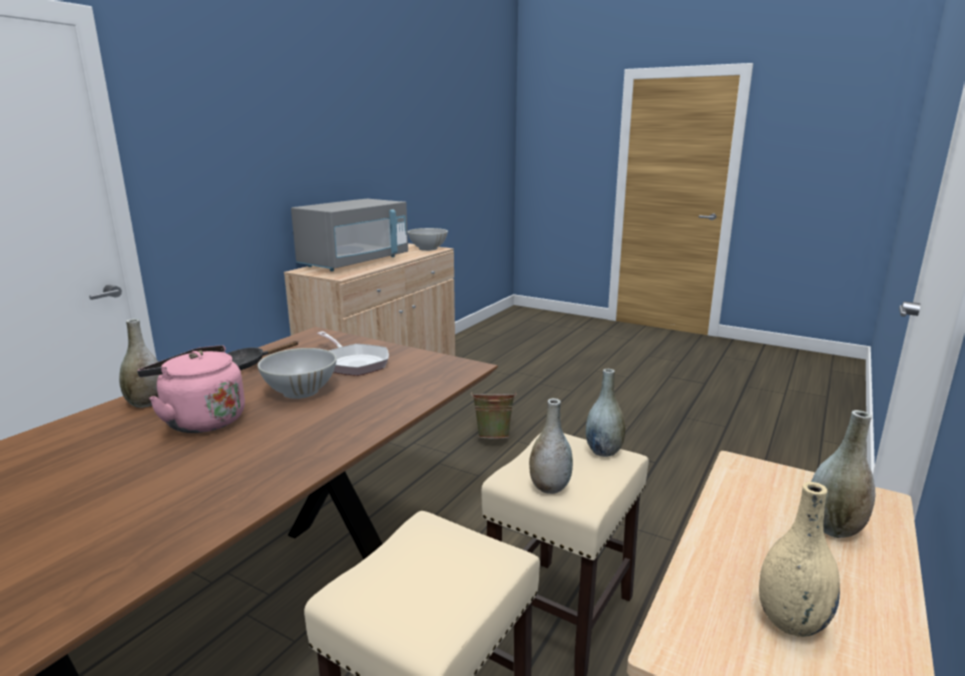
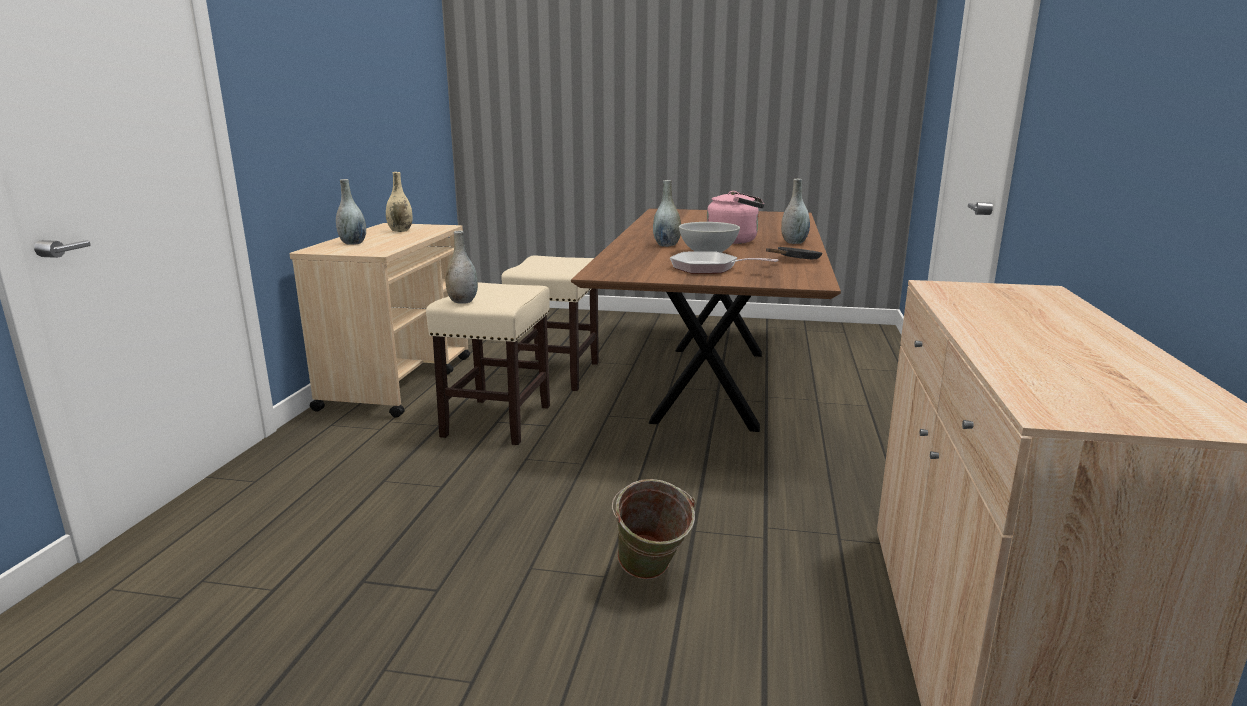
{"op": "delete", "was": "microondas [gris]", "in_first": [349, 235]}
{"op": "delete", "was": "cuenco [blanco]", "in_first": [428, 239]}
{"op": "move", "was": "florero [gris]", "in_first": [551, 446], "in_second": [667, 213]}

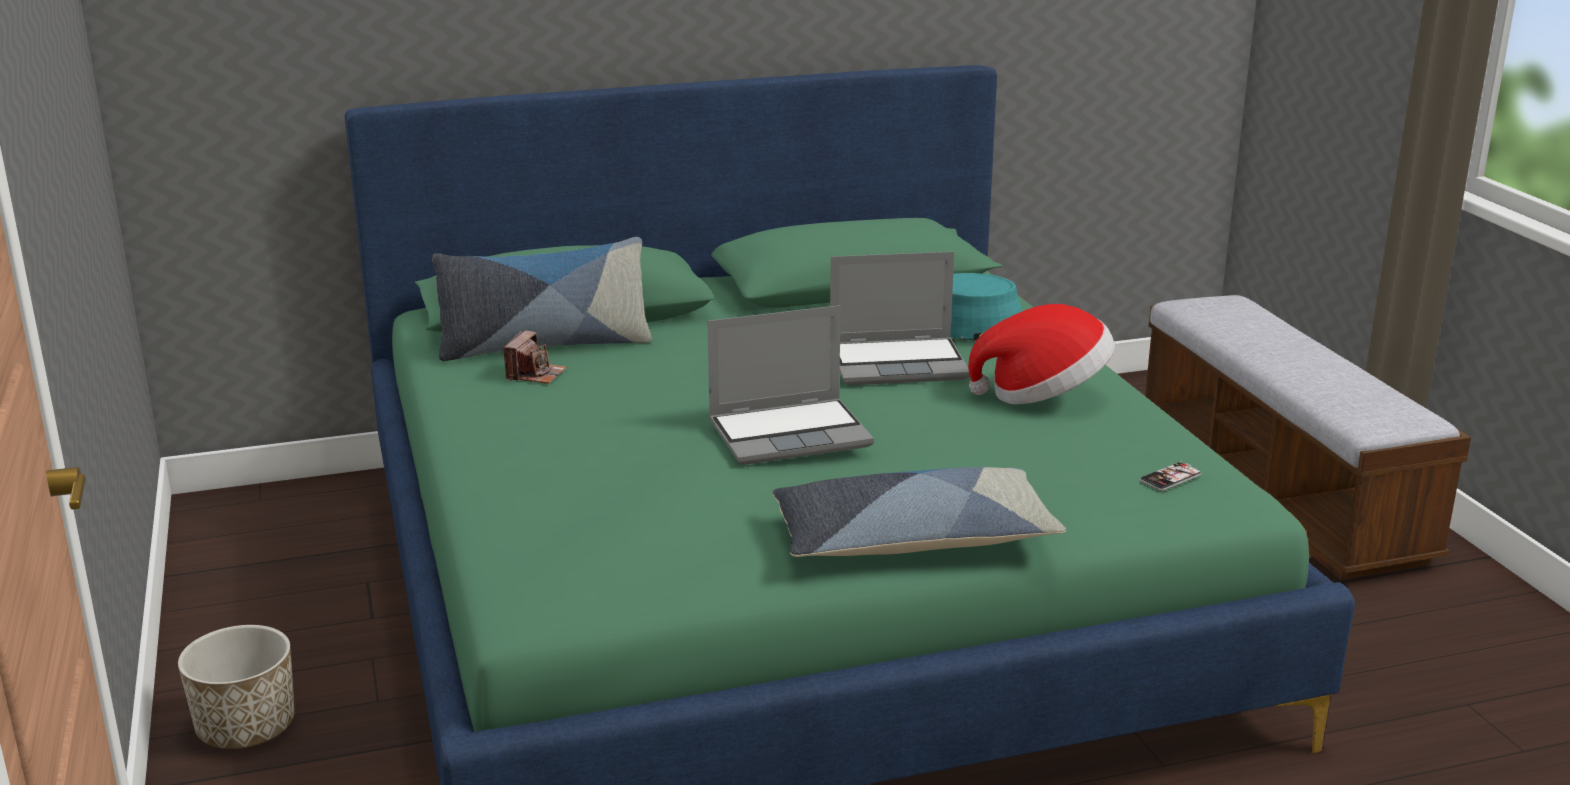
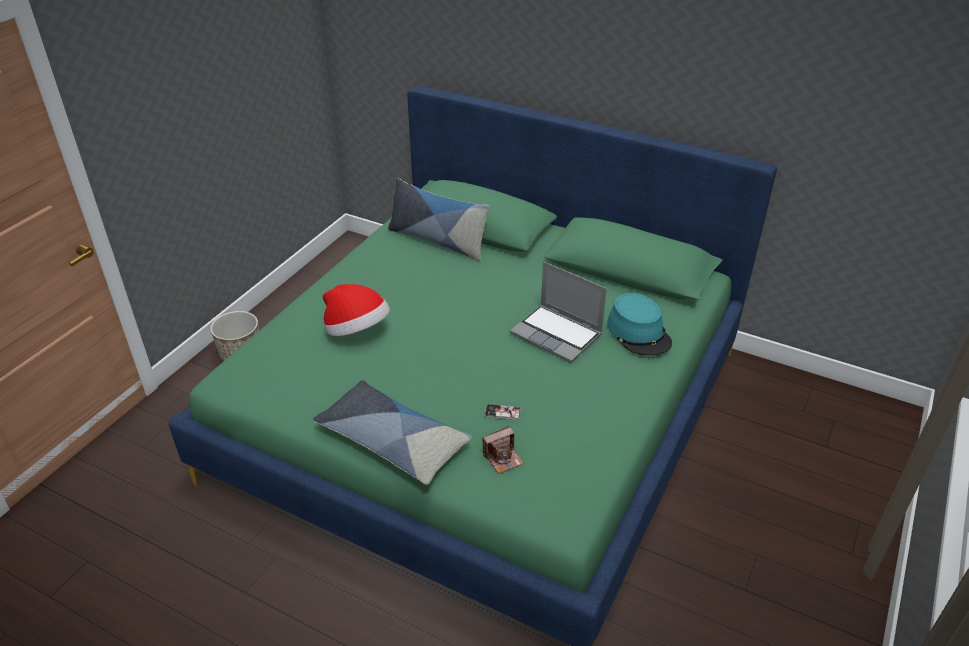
{"op": "delete", "was": "portátil", "in_first": [791, 385]}
{"op": "delete", "was": "banco", "in_first": [1308, 437]}
{"op": "move", "was": "cámara", "in_first": [535, 357], "in_second": [503, 450]}
{"op": "move", "was": "sombrero", "in_first": [1041, 354], "in_second": [356, 310]}
{"op": "move", "was": "móvil", "in_first": [1171, 475], "in_second": [503, 412]}

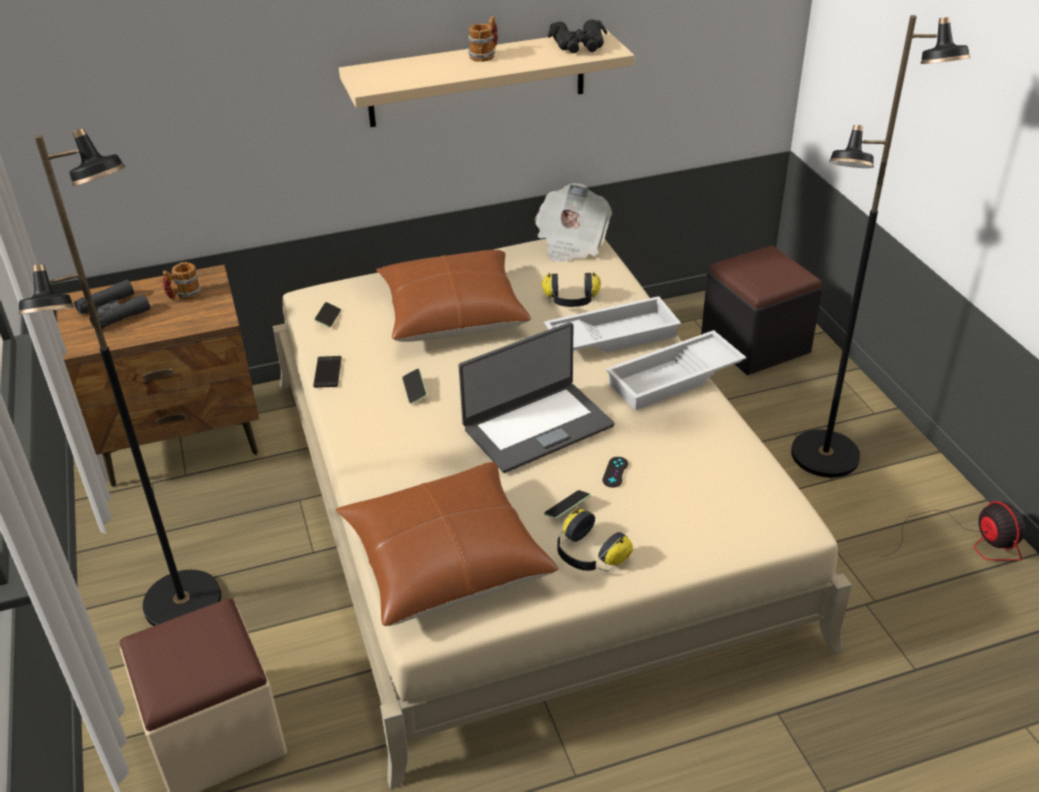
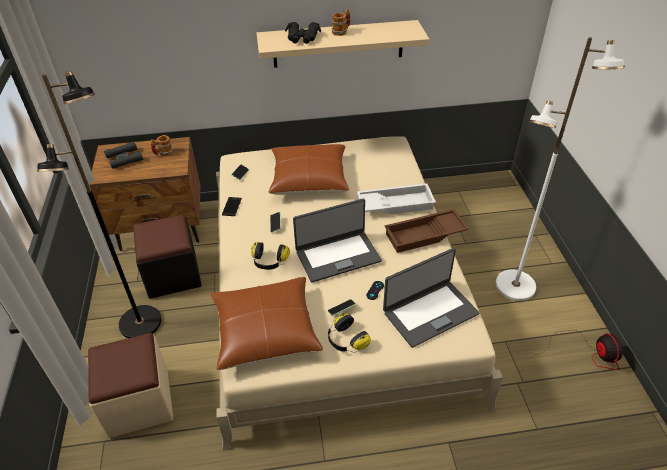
{"op": "delete", "was": "periódico", "in_first": [573, 222]}
{"op": "insert", "now": "portátil", "in_second": [431, 298]}
{"op": "move", "was": "auriculares", "in_first": [571, 289], "in_second": [270, 256]}
{"op": "move", "was": "prismáticos [negro]", "in_first": [577, 36], "in_second": [303, 33]}
{"op": "move", "was": "puf [negro]", "in_first": [761, 310], "in_second": [167, 257]}
{"op": "recolor", "was": "bandeja [blanco]", "now": "bandeja [marrón]", "in_first": [675, 370], "in_second": [426, 231]}
{"op": "recolor", "was": "lámpara de pie [negro]", "now": "lámpara de pie [blanco]", "in_first": [881, 246], "in_second": [560, 169]}

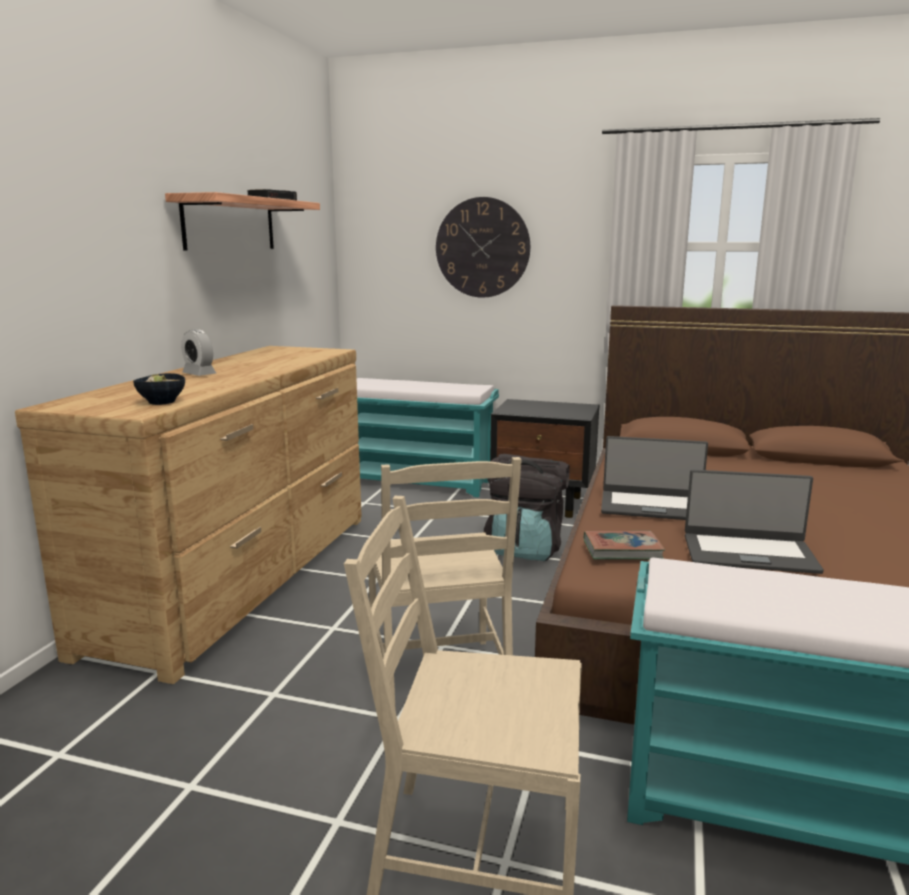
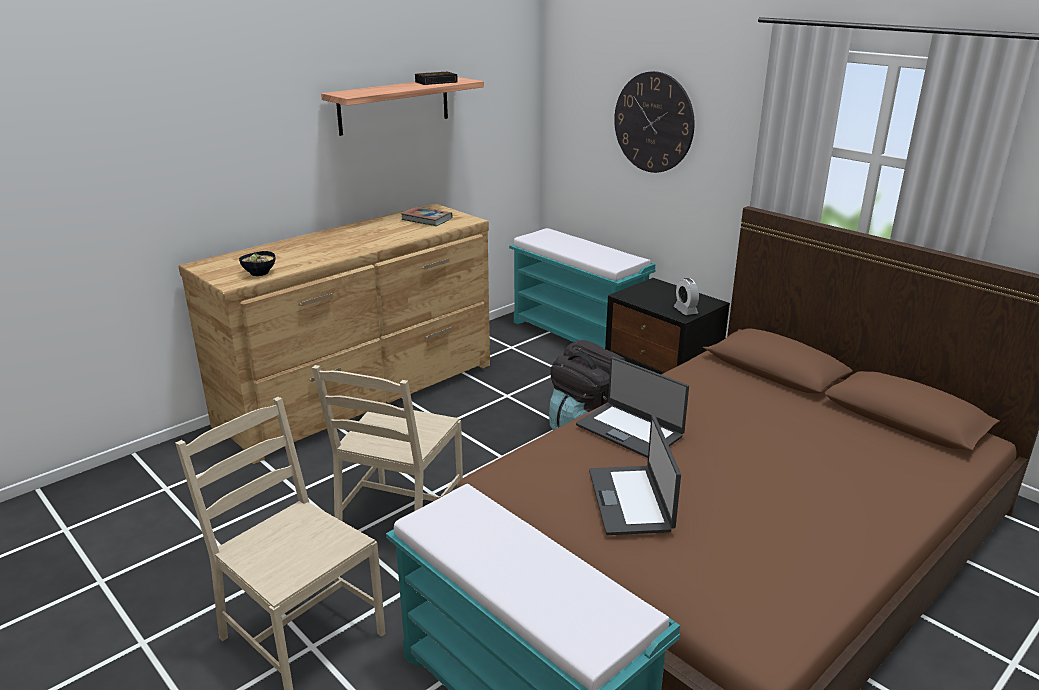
{"op": "move", "was": "despertador", "in_first": [198, 352], "in_second": [686, 296]}
{"op": "move", "was": "libro", "in_first": [624, 545], "in_second": [426, 216]}
{"op": "rotate", "was": "portátil", "in_first": [754, 522], "in_second": [635, 475], "clockwise": 45}

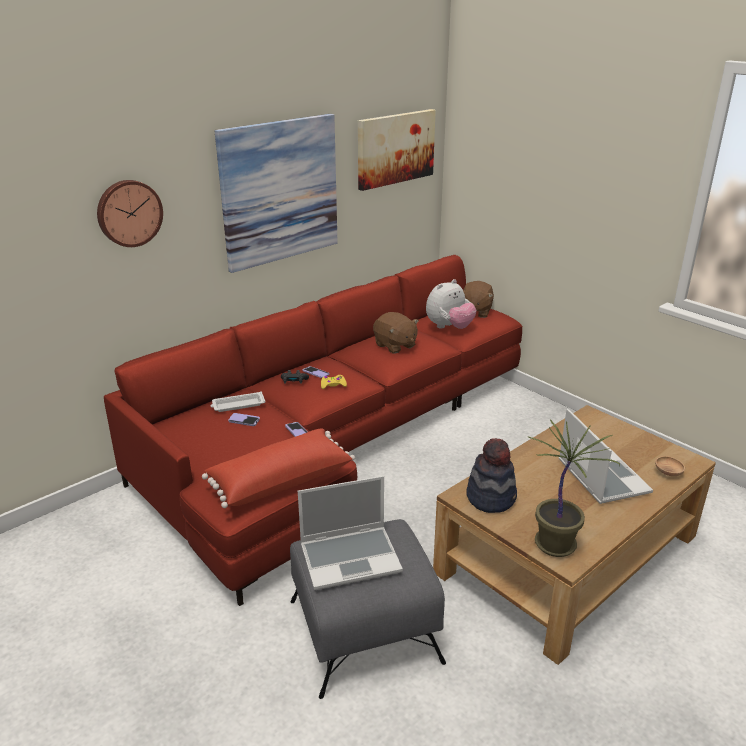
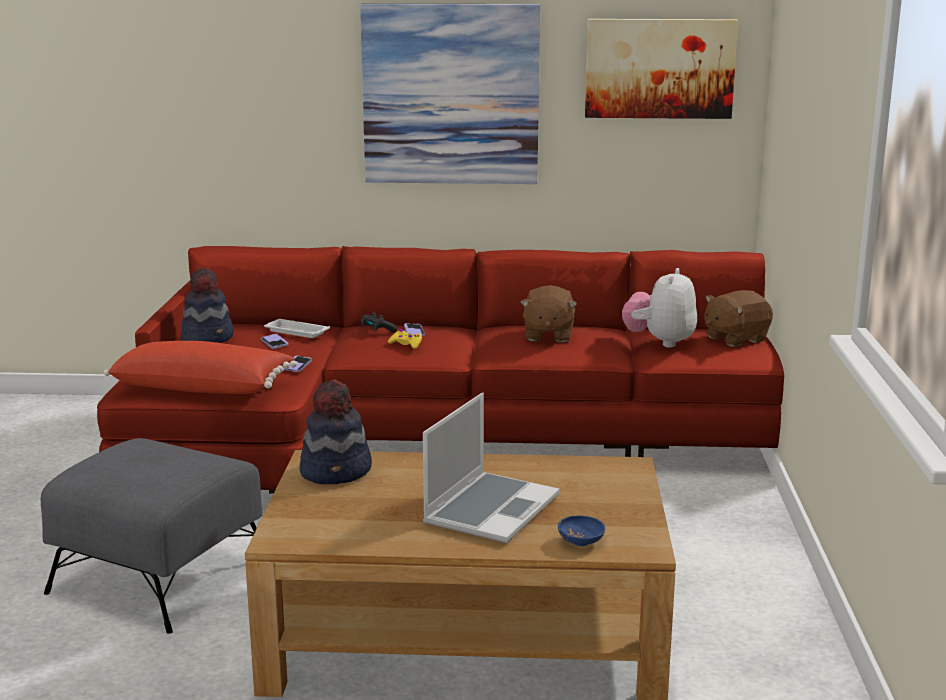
{"op": "delete", "was": "reloj de pared", "in_first": [130, 213]}
{"op": "delete", "was": "portátil", "in_first": [350, 533]}
{"op": "delete", "was": "planta en maceta", "in_first": [573, 488]}
{"op": "insert", "now": "sombrero", "in_second": [207, 305]}
{"op": "recolor", "was": "cuenco [marrón]", "now": "cuenco [azul]", "in_first": [670, 466], "in_second": [581, 530]}
{"op": "rotate", "was": "peluche", "in_first": [451, 304], "in_second": [659, 308], "clockwise": 105}

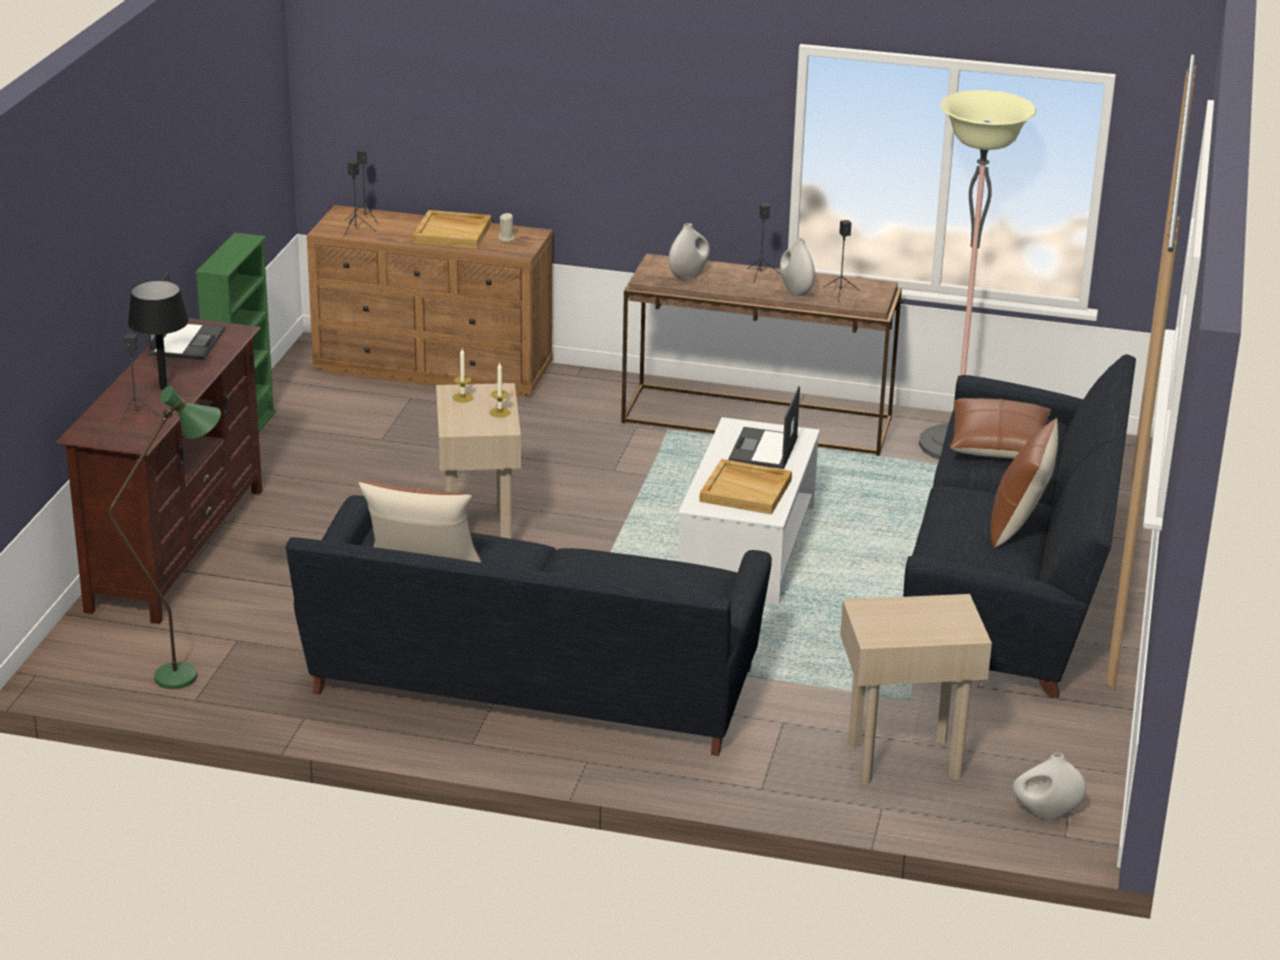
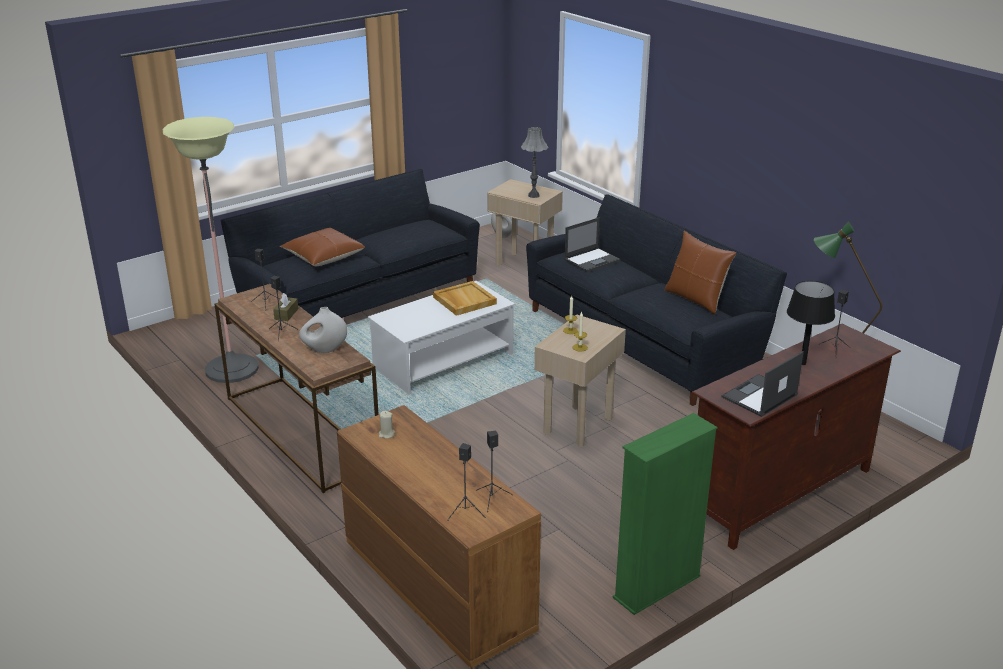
{"op": "delete", "was": "bandeja [beis]", "in_first": [452, 229]}
{"op": "delete", "was": "cojín [marrón]", "in_first": [1024, 483]}
{"op": "insert", "now": "lámpara de mesa [gris]", "in_second": [534, 162]}
{"op": "move", "was": "portátil", "in_first": [764, 427], "in_second": [592, 244]}
{"op": "replace", "was": "florero [blanco]", "now": "caja de pañuelos [marrón]", "in_first": [797, 267], "in_second": [285, 307]}

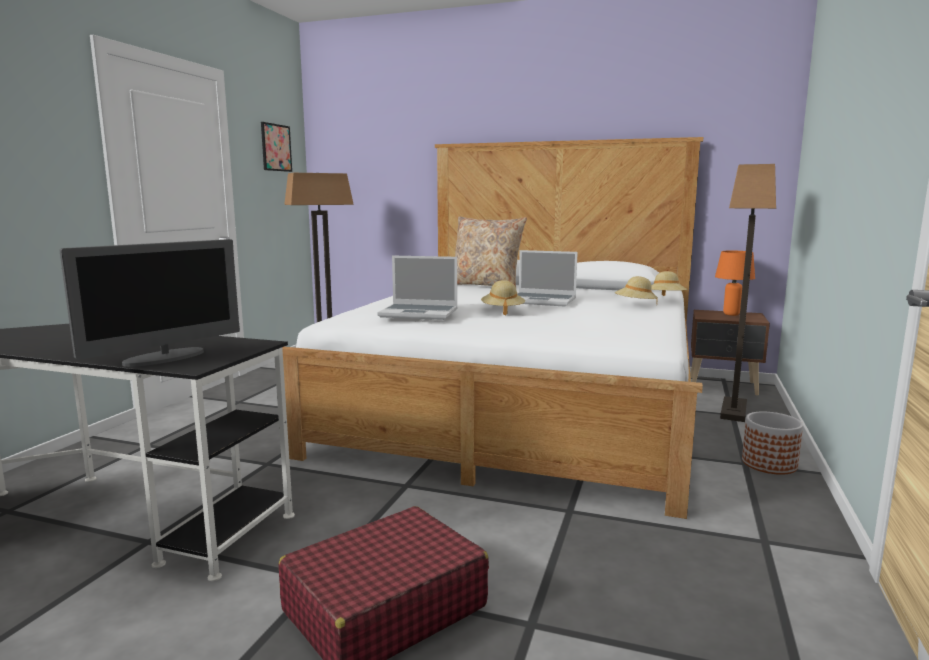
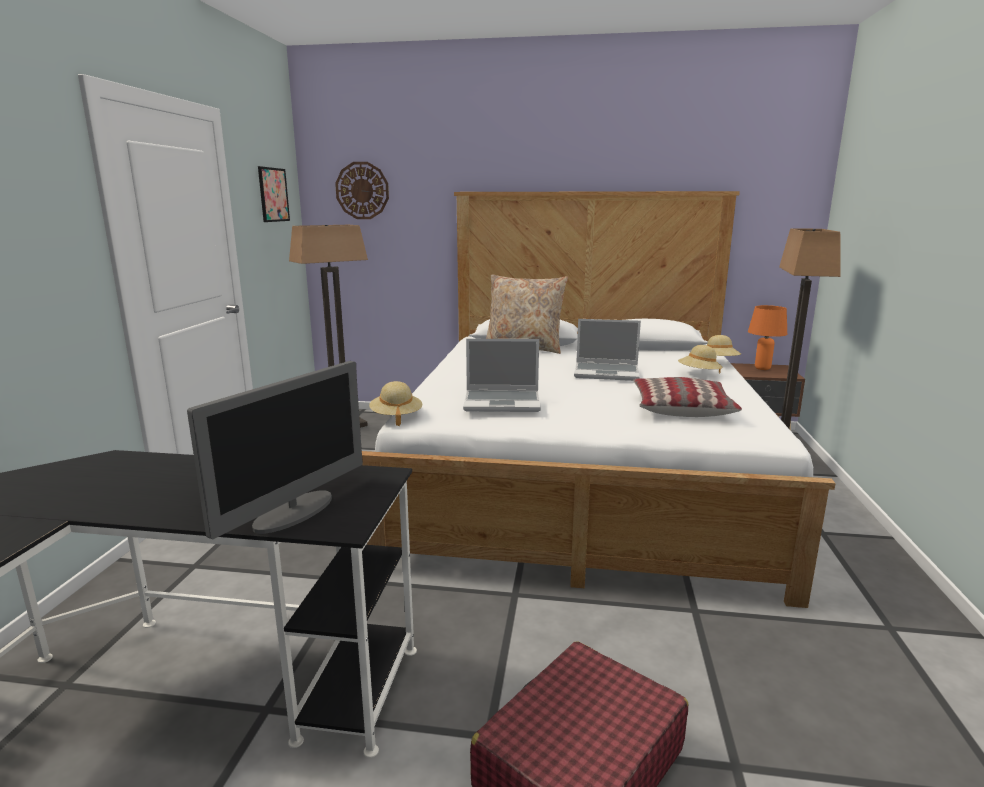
{"op": "delete", "was": "maceta", "in_first": [772, 443]}
{"op": "insert", "now": "reloj de pared", "in_second": [362, 190]}
{"op": "insert", "now": "cojín", "in_second": [687, 397]}
{"op": "move", "was": "sombrero [beis]", "in_first": [503, 297], "in_second": [395, 403]}

